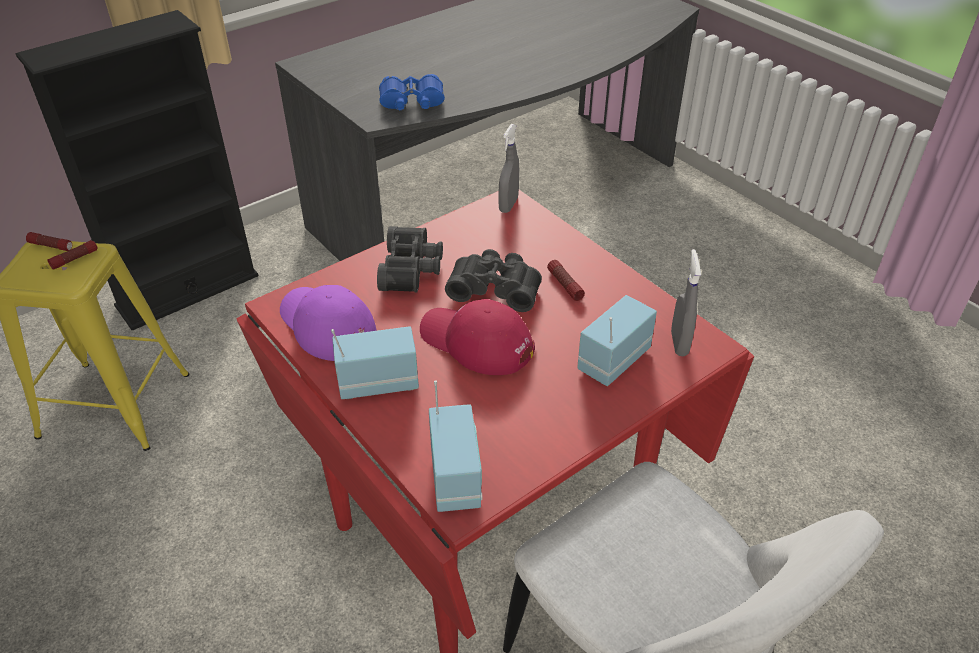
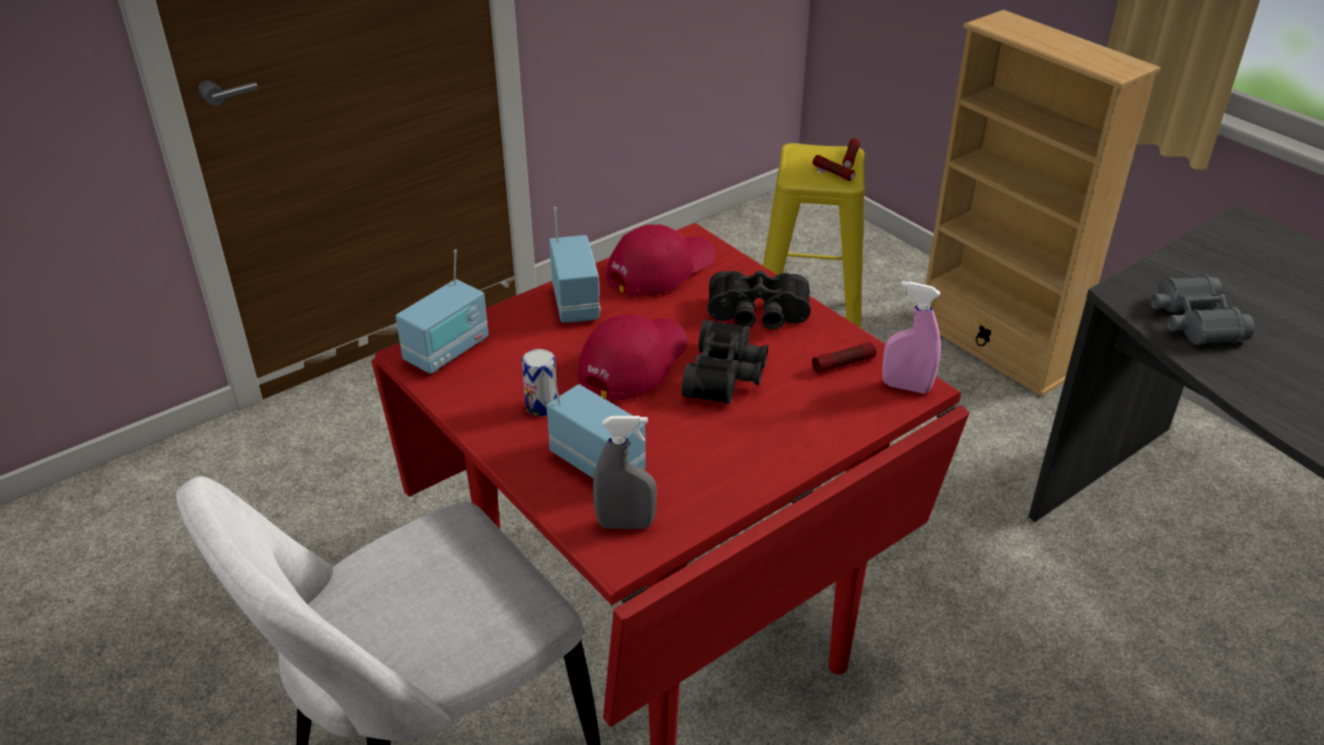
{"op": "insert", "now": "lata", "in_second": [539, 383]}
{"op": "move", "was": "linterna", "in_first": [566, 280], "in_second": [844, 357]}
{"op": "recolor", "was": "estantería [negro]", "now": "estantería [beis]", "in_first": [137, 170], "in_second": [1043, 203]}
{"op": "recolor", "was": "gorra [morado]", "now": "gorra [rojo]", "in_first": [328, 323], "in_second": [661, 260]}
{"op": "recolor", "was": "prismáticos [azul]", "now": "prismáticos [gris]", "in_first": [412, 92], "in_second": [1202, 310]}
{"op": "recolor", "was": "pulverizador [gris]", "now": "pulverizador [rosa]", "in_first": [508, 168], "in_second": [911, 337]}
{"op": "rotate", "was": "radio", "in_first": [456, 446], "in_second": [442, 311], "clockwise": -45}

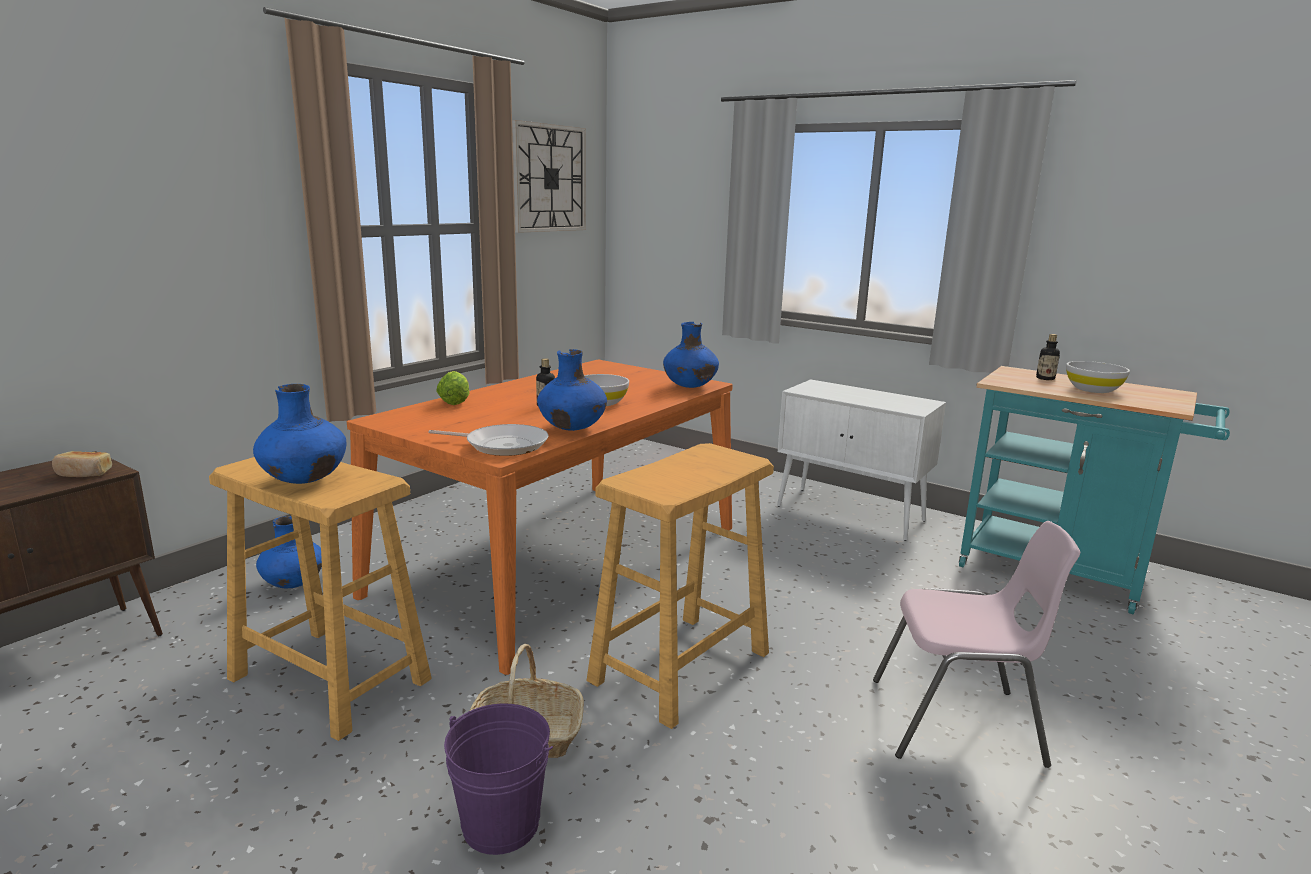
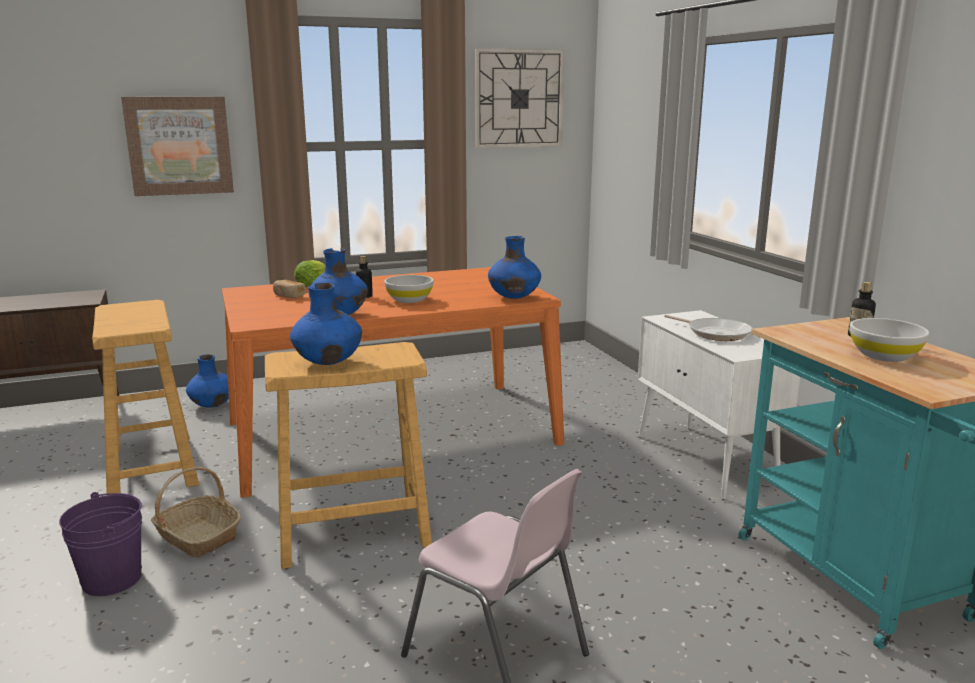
{"op": "insert", "now": "cuadro", "in_second": [177, 146]}
{"op": "move", "was": "pan", "in_first": [82, 464], "in_second": [289, 289]}
{"op": "move", "was": "florero [azul]", "in_first": [299, 434], "in_second": [326, 324]}
{"op": "move", "was": "sartén", "in_first": [488, 440], "in_second": [708, 328]}

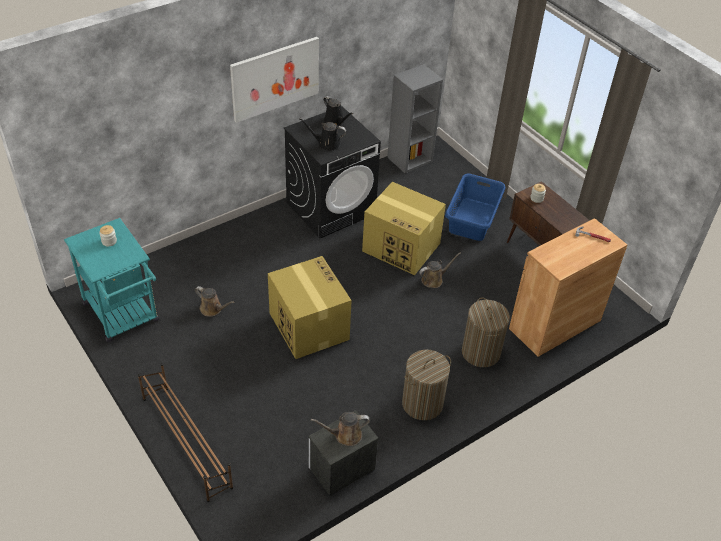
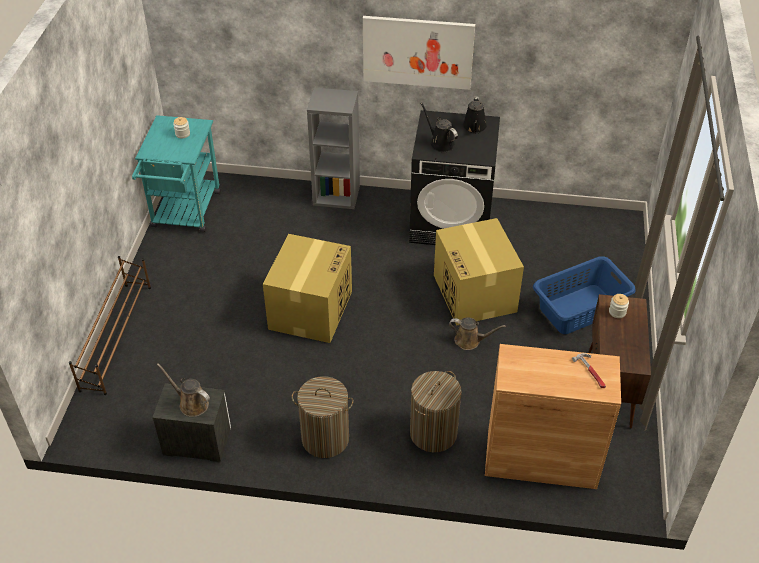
{"op": "delete", "was": "regadera [marrón]", "in_first": [215, 301]}
{"op": "move", "was": "estantería [gris]", "in_first": [415, 118], "in_second": [333, 148]}

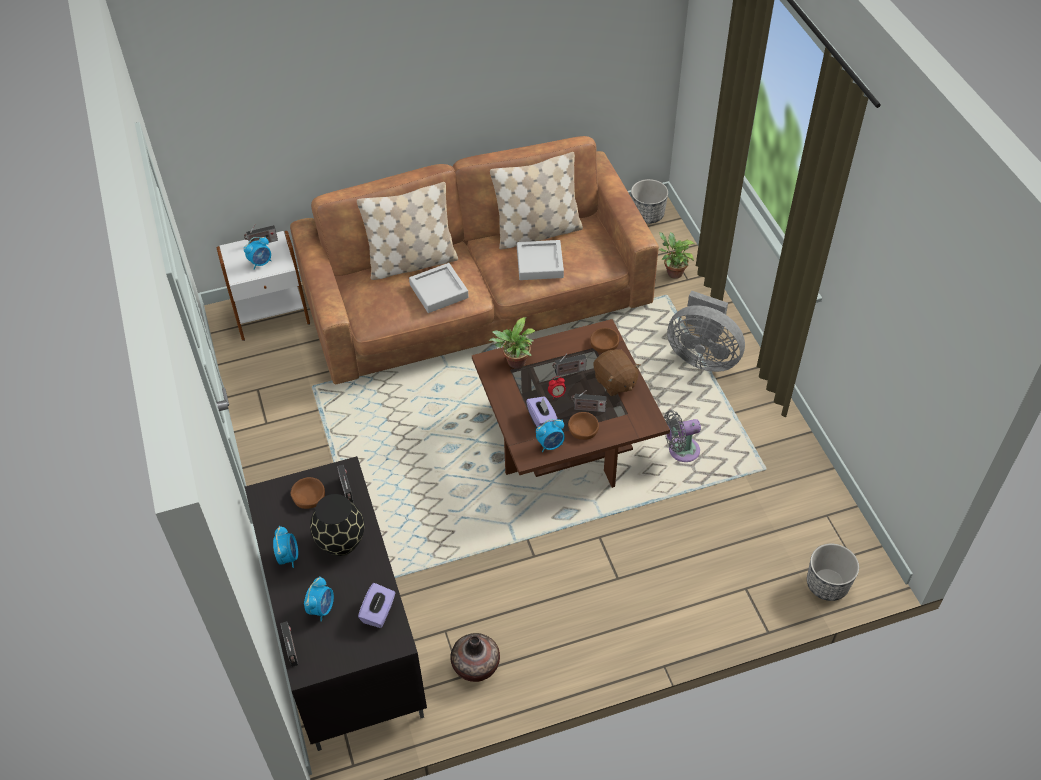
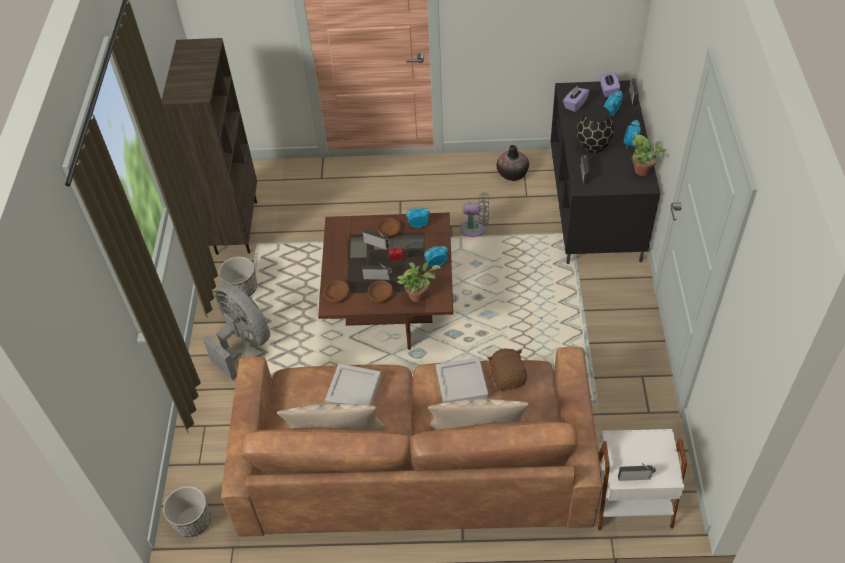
{"op": "insert", "now": "estantería [marrón]", "in_second": [209, 146]}
{"op": "move", "was": "despertador", "in_first": [257, 253], "in_second": [436, 256]}
{"op": "move", "was": "cuenco [marrón]", "in_first": [308, 493], "in_second": [380, 292]}
{"op": "move", "was": "caja de pañuelos [morado]", "in_first": [541, 411], "in_second": [610, 84]}
{"op": "move", "was": "peluche [marrón]", "in_first": [617, 372], "in_second": [507, 369]}
{"op": "move", "was": "planta en maceta", "in_first": [677, 255], "in_second": [649, 155]}
{"op": "move", "was": "ventilador [gris]", "in_first": [682, 436], "in_second": [475, 215]}
{"op": "move", "was": "maceta", "in_first": [833, 572], "in_second": [238, 276]}

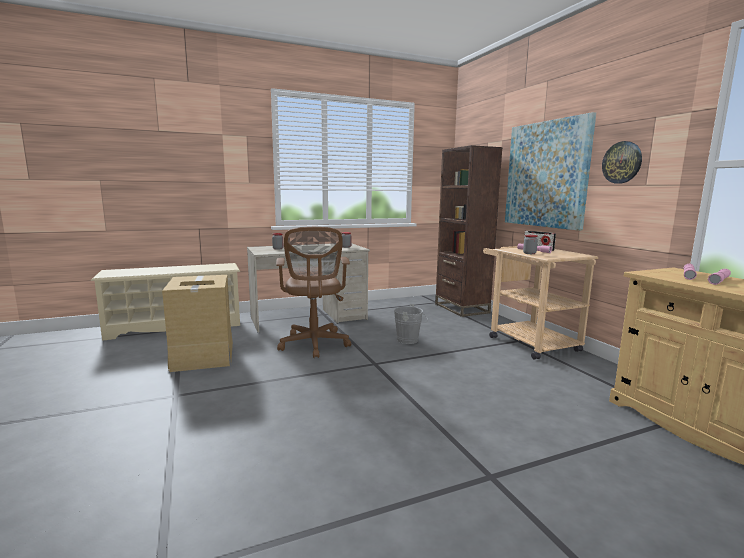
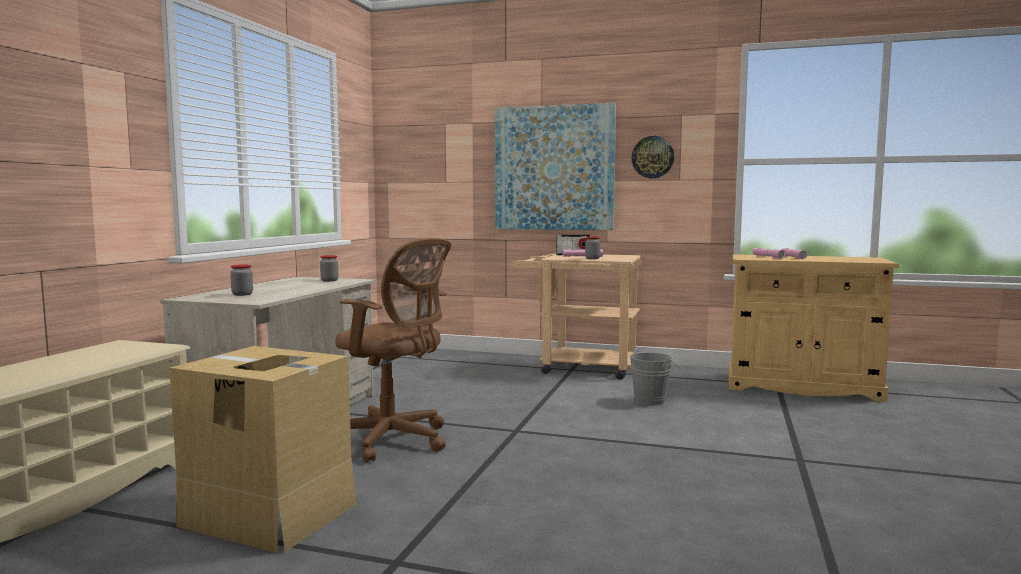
{"op": "delete", "was": "estantería [marrón]", "in_first": [469, 231]}
{"op": "move", "was": "cubo [gris]", "in_first": [411, 324], "in_second": [655, 377]}

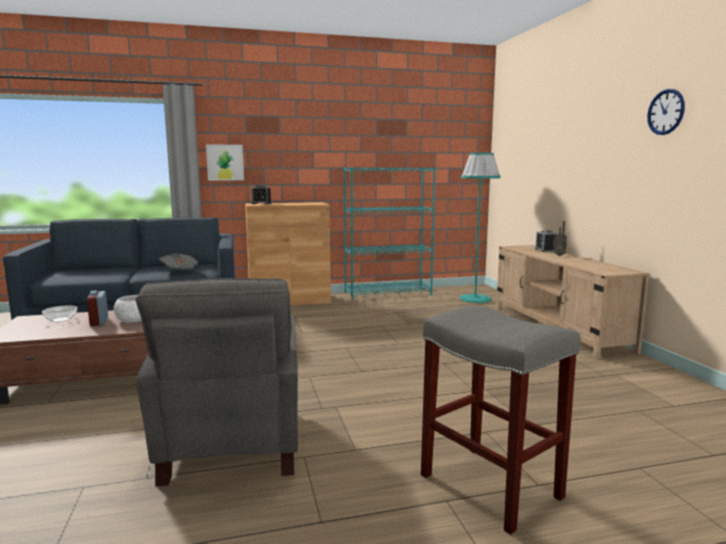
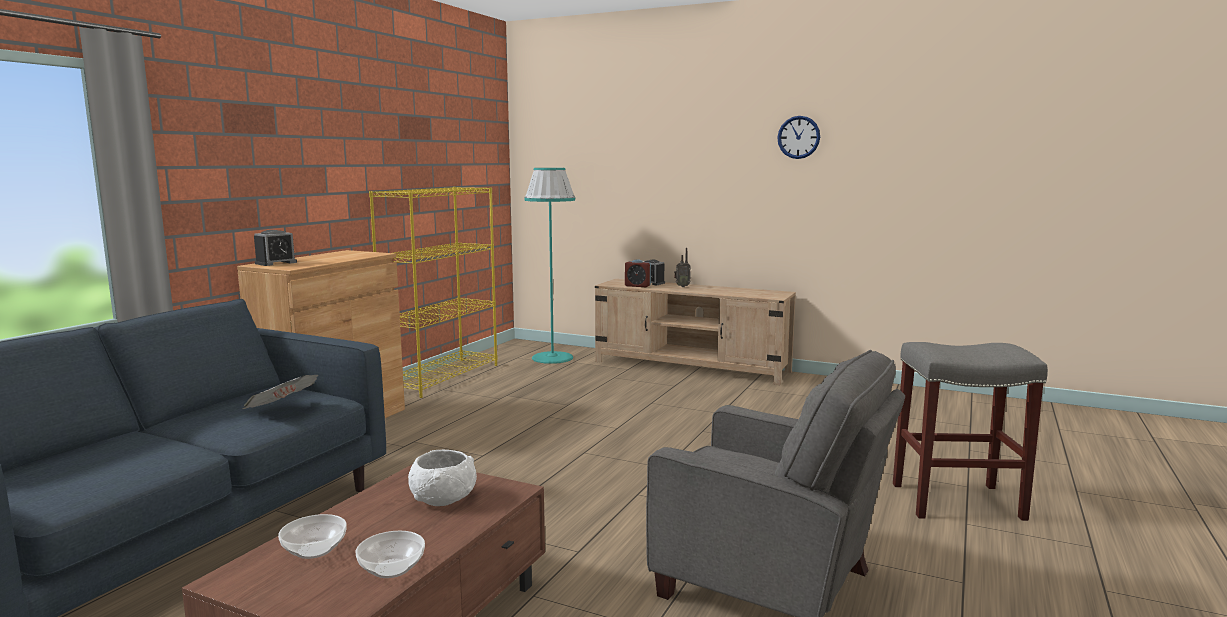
{"op": "delete", "was": "cuadro", "in_first": [225, 162]}
{"op": "insert", "now": "cuenco", "in_second": [390, 554]}
{"op": "move", "was": "despertador", "in_first": [97, 308], "in_second": [638, 273]}
{"op": "recolor", "was": "estantería [turquesa]", "now": "estantería [amarillo]", "in_first": [390, 233], "in_second": [433, 292]}

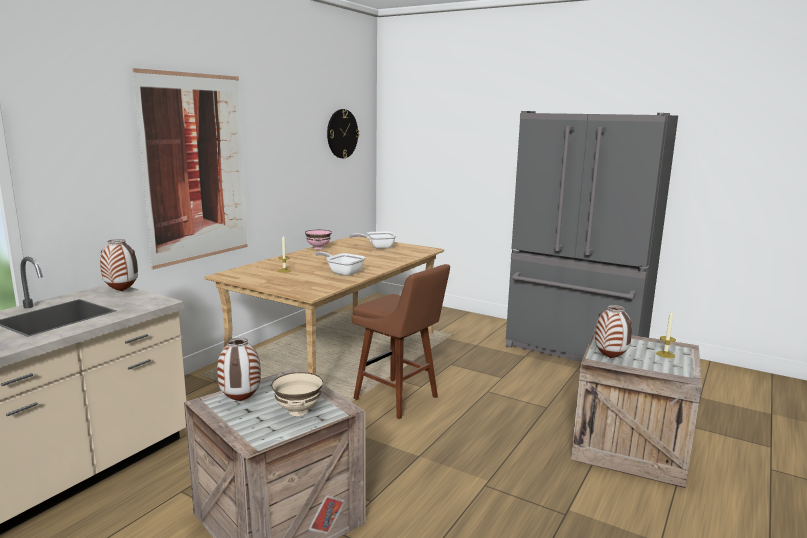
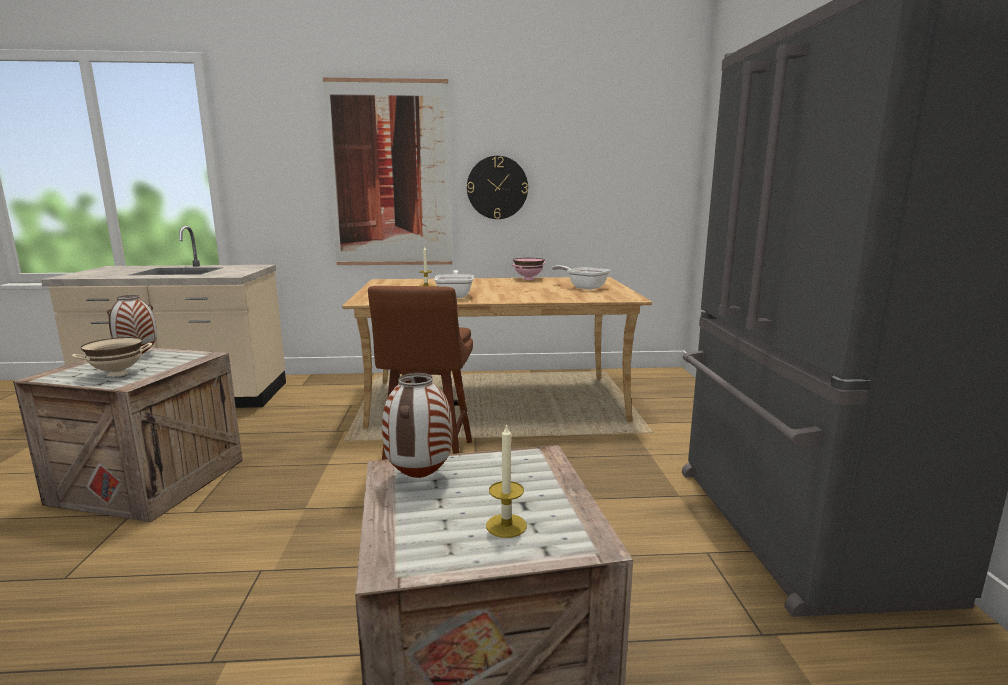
{"op": "delete", "was": "florero", "in_first": [119, 265]}
{"op": "move", "was": "reloj de pared", "in_first": [343, 133], "in_second": [497, 187]}

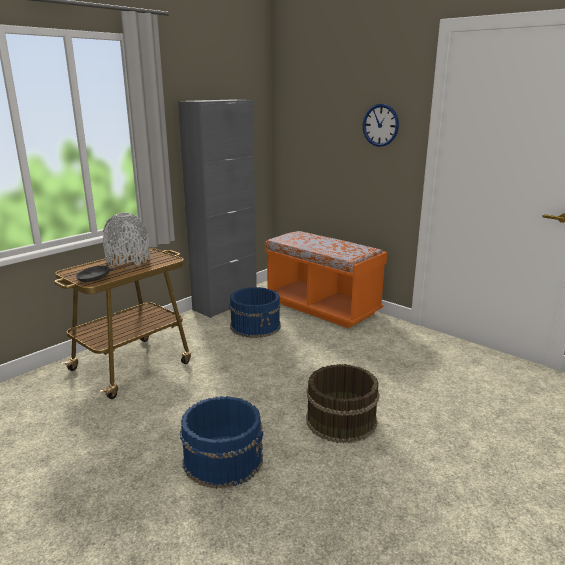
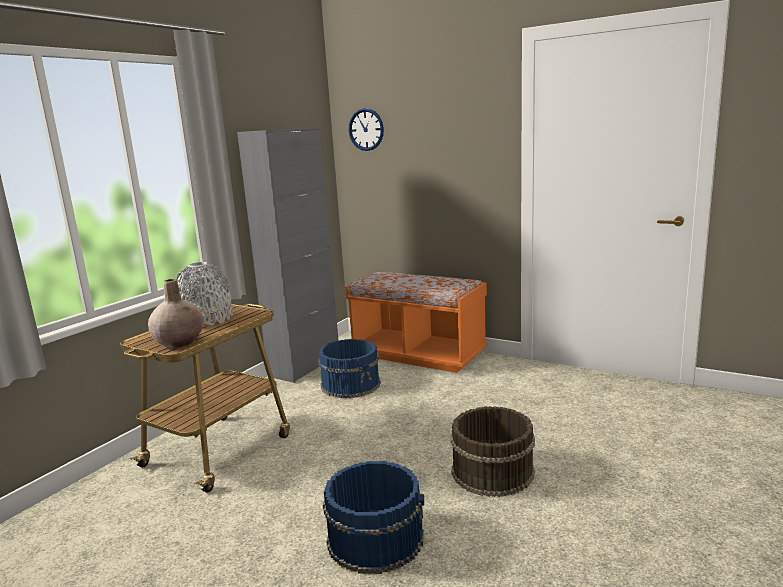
{"op": "move", "was": "reloj de pared", "in_first": [380, 125], "in_second": [366, 129]}
{"op": "replace", "was": "sartén [negro]", "now": "florero [beis]", "in_first": [105, 272], "in_second": [176, 313]}

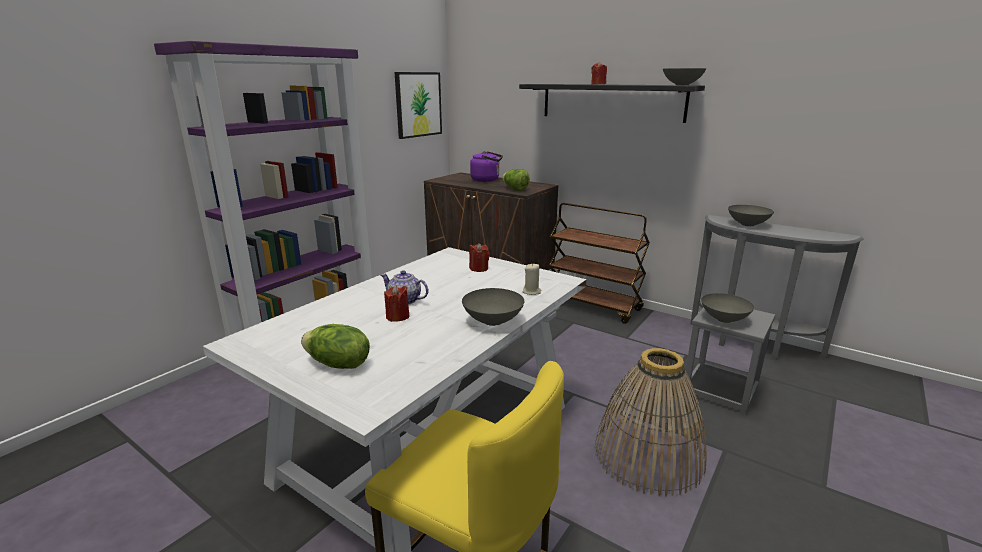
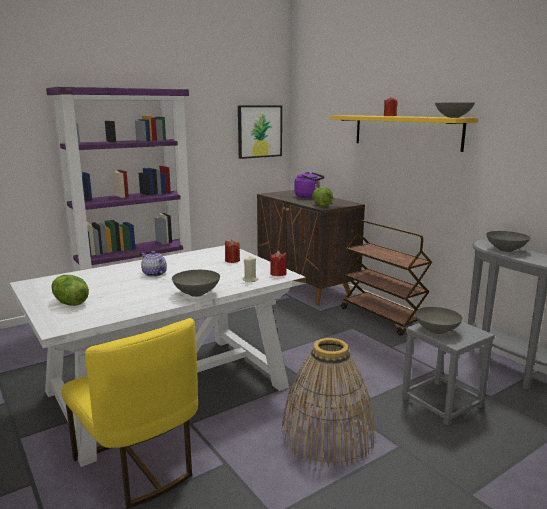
{"op": "move", "was": "vela [rojo]", "in_first": [397, 303], "in_second": [278, 263]}
{"op": "recolor", "was": "estante [negro]", "now": "estante [amarillo]", "in_first": [612, 103], "in_second": [404, 133]}

